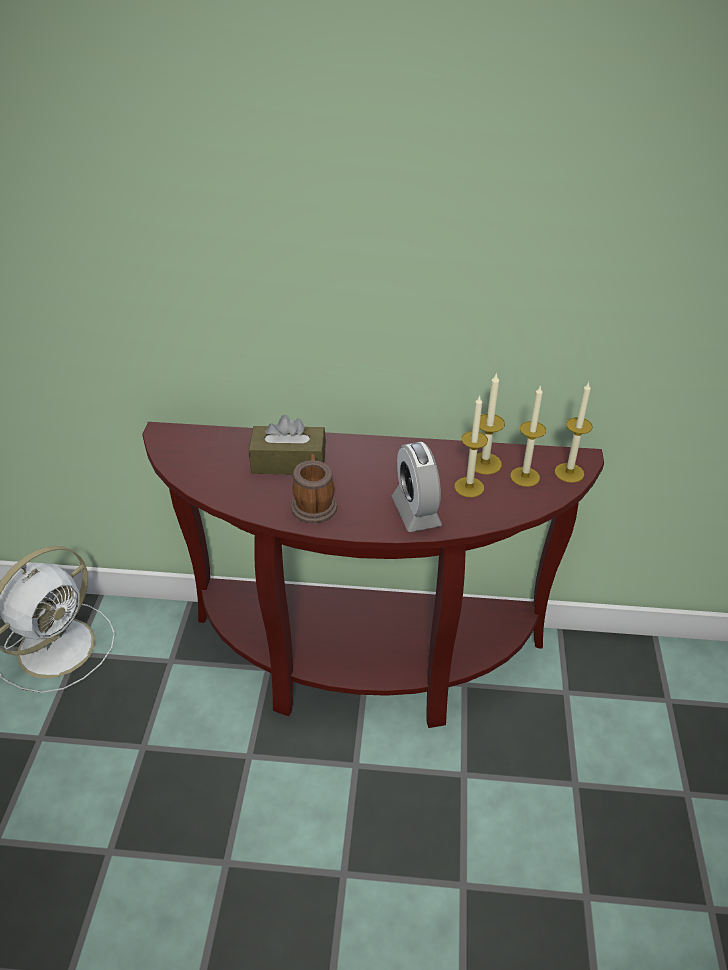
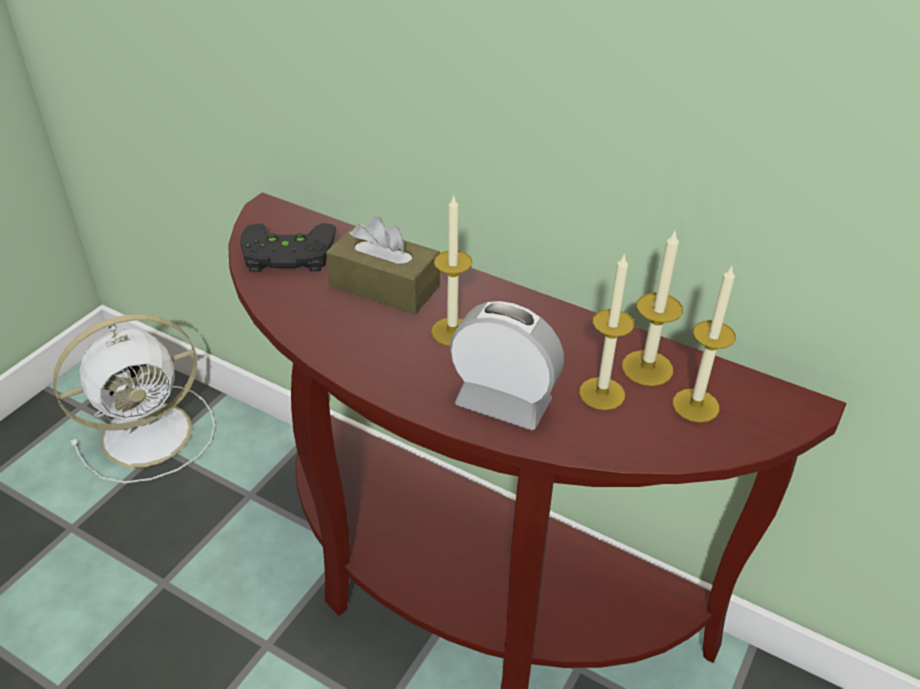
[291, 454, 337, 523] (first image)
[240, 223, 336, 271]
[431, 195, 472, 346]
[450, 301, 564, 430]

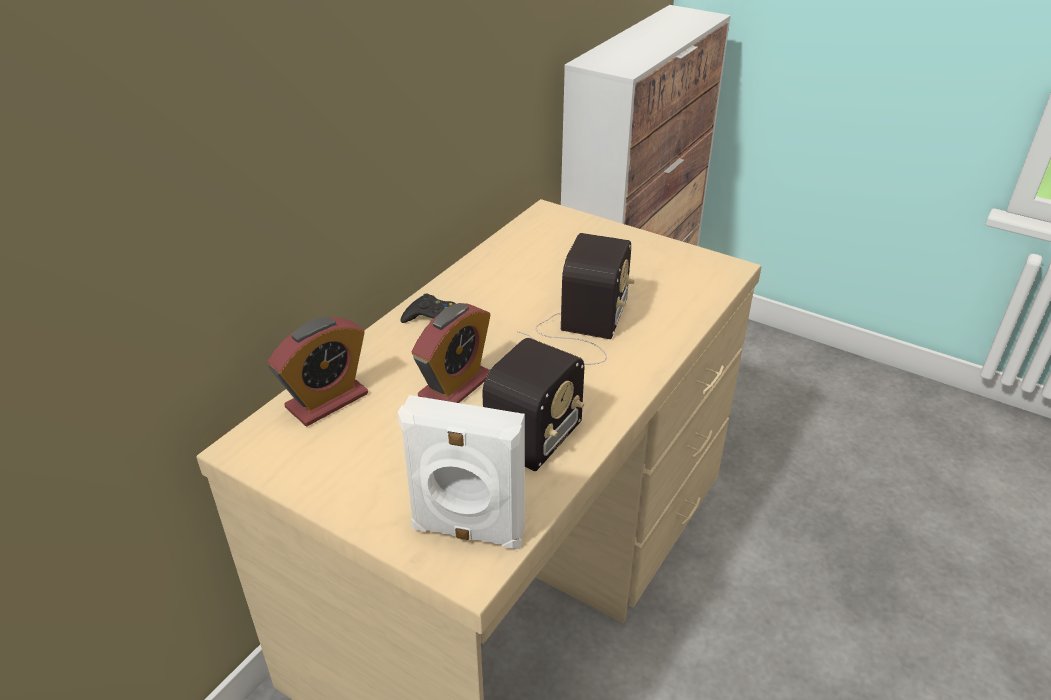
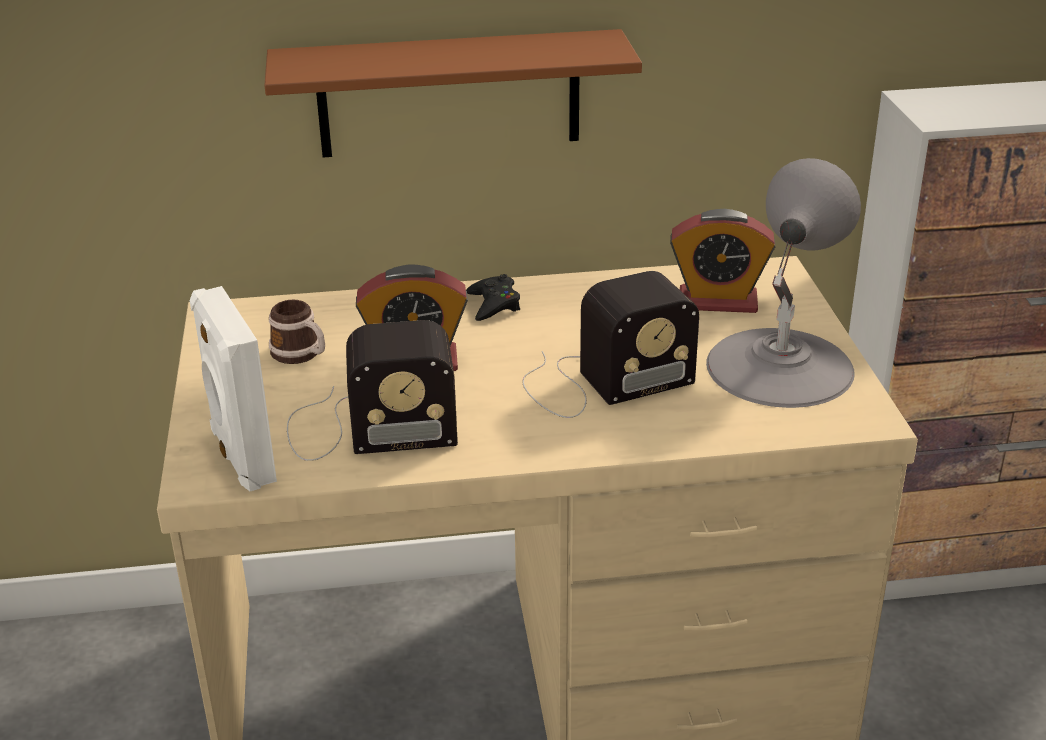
[264, 29, 642, 157]
[269, 300, 325, 364]
[706, 158, 861, 408]
[670, 209, 775, 313]

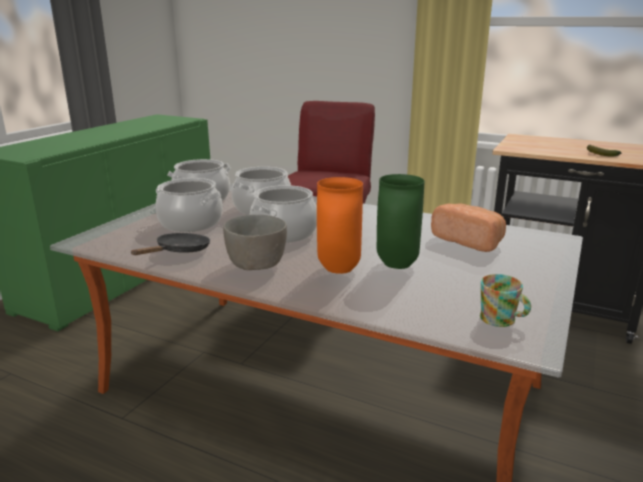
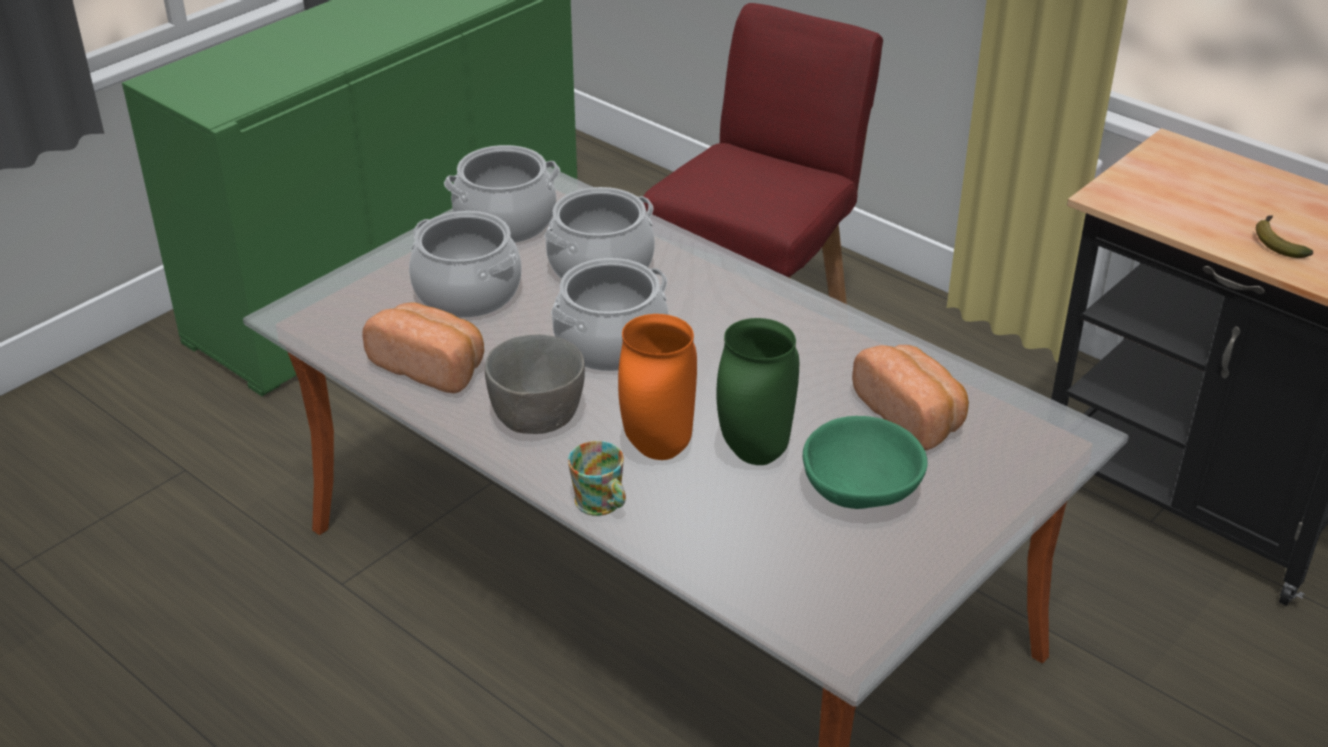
[803, 416, 928, 509]
[568, 441, 626, 516]
[362, 302, 484, 393]

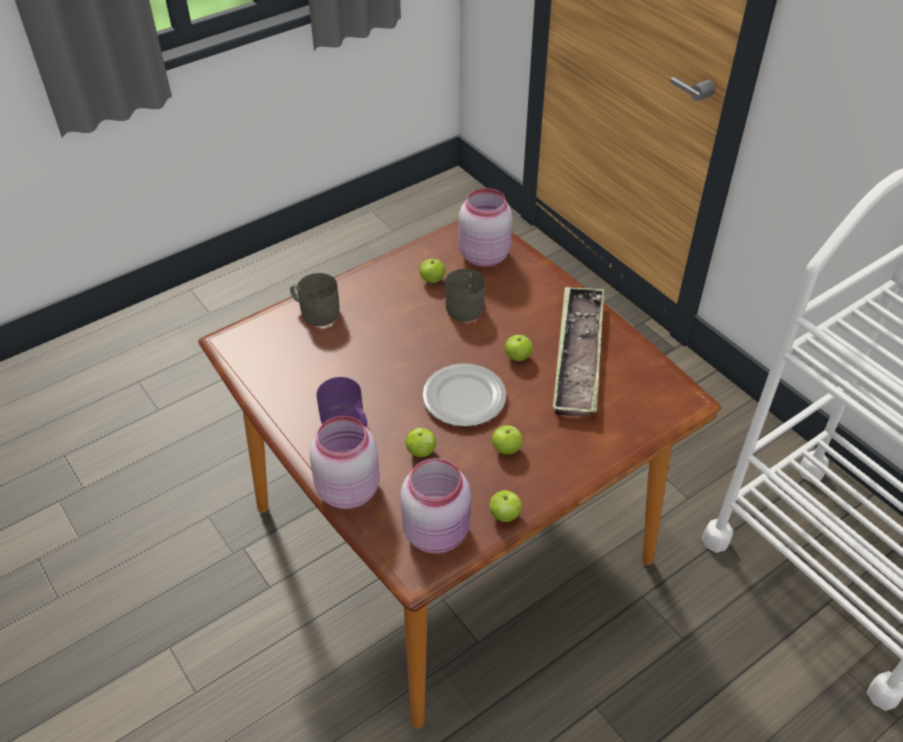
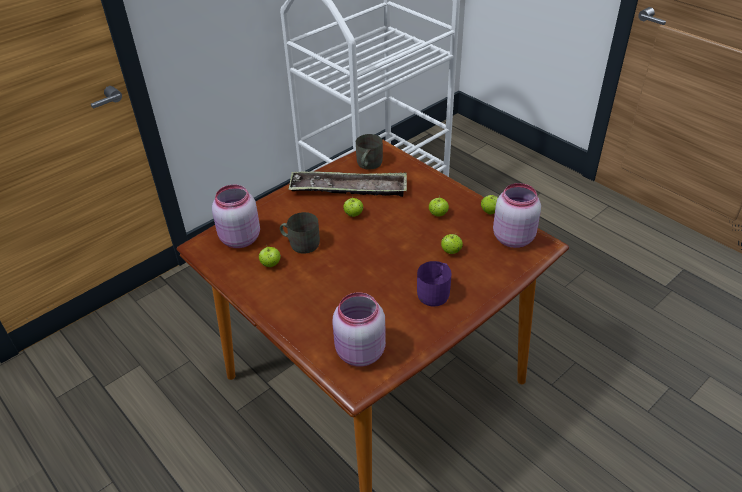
[422, 363, 506, 427] (first image)
[356, 134, 383, 170]
[332, 292, 386, 367]

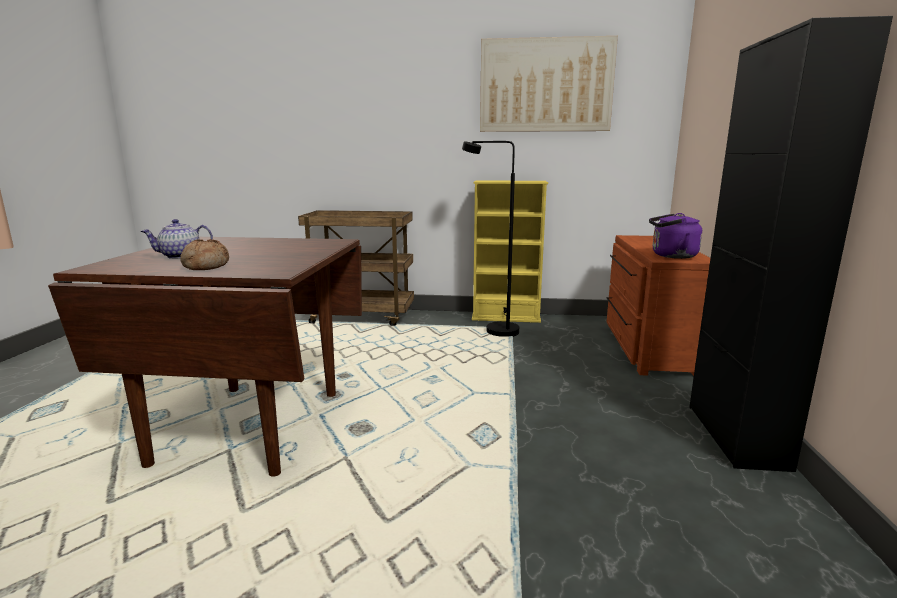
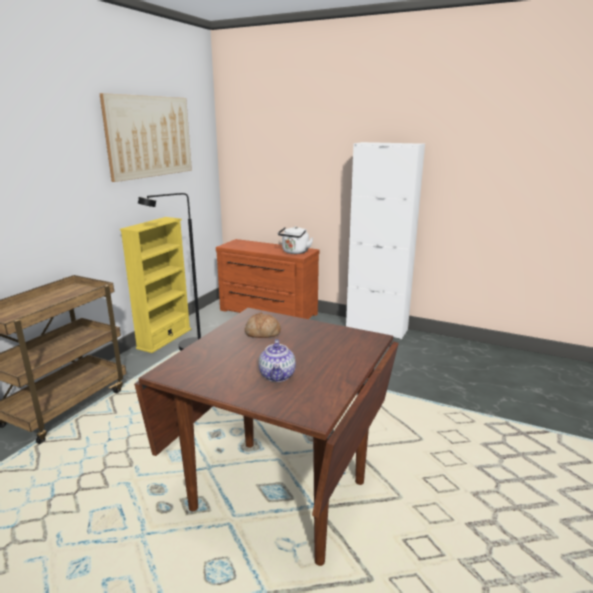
[245, 313, 281, 338]
[278, 226, 313, 254]
[346, 142, 425, 339]

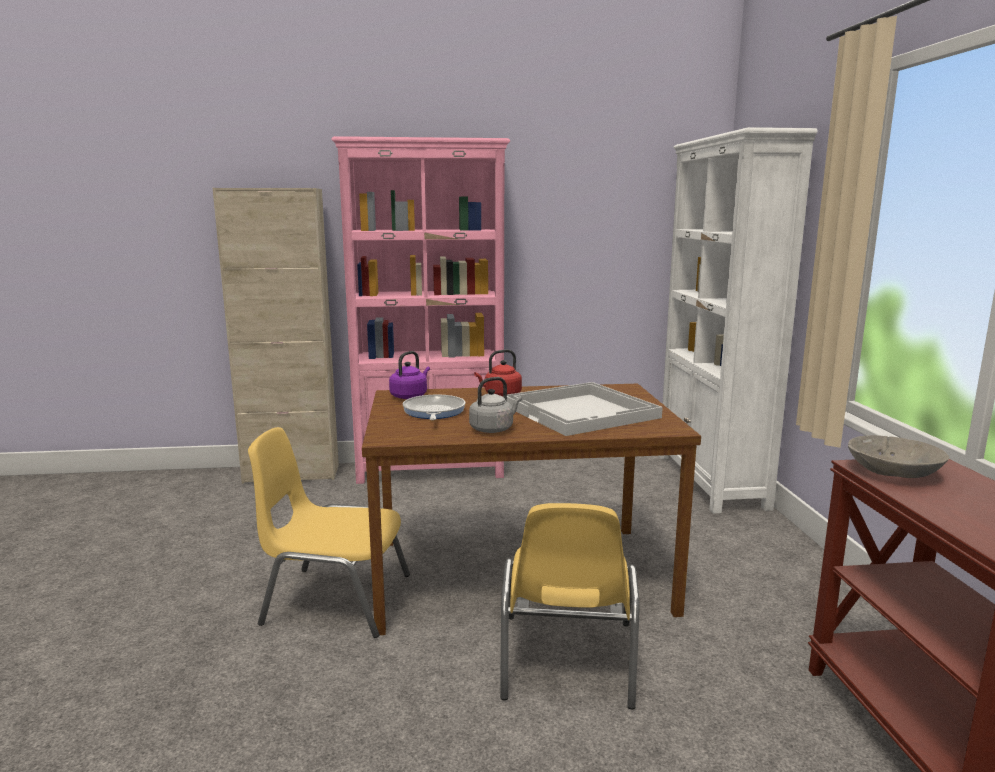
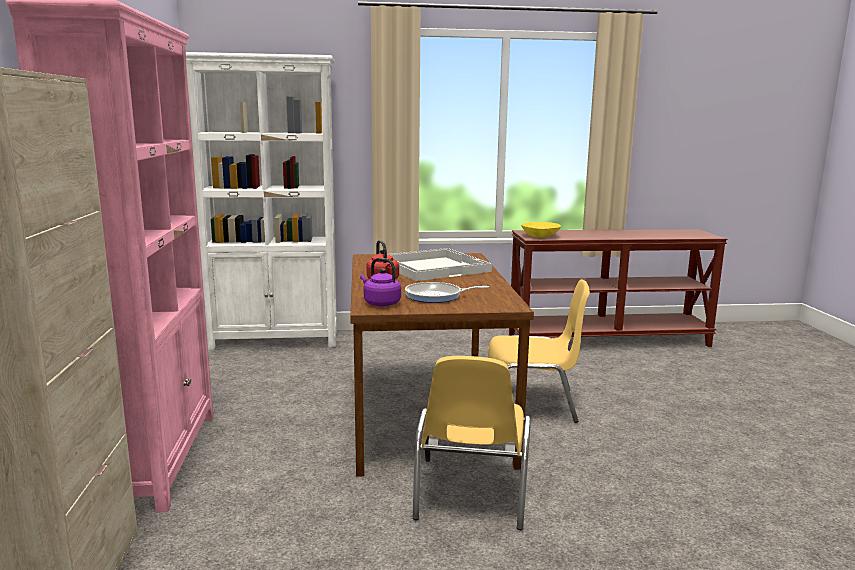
[469, 377, 522, 433] (first image)
[521, 222, 561, 238]

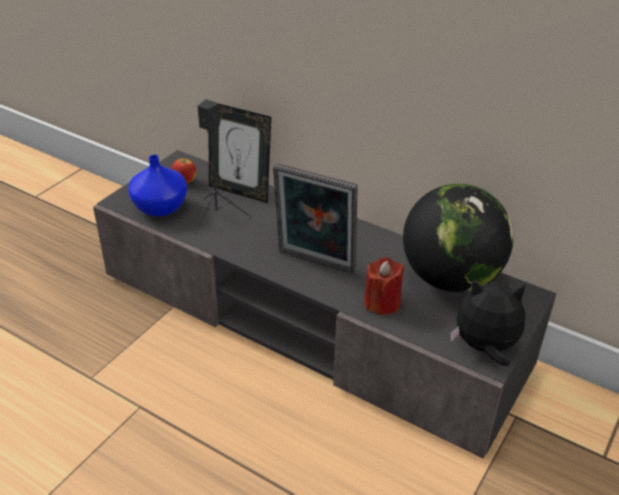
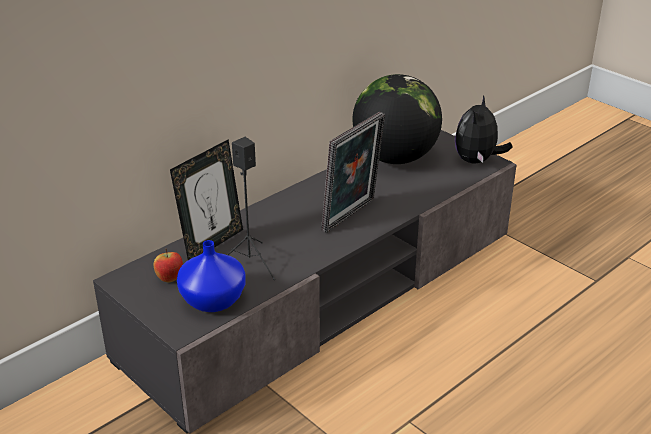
[364, 257, 405, 315] (first image)

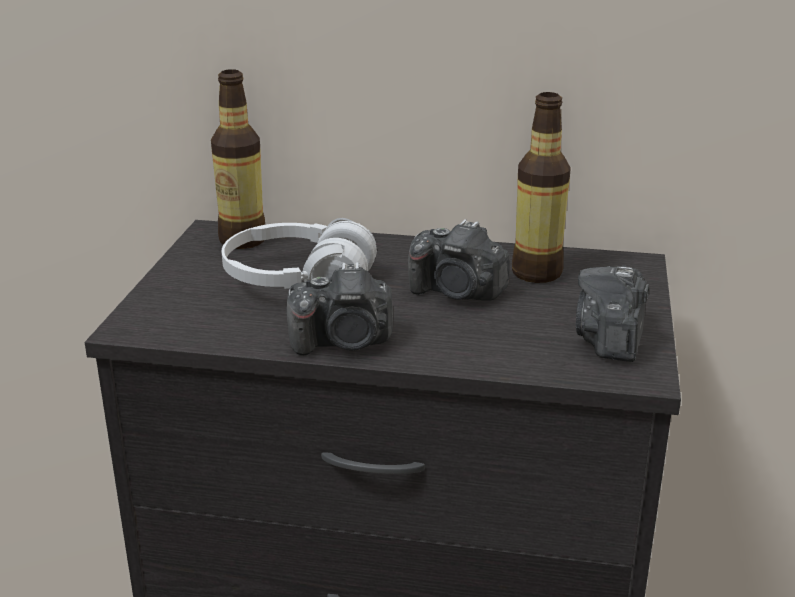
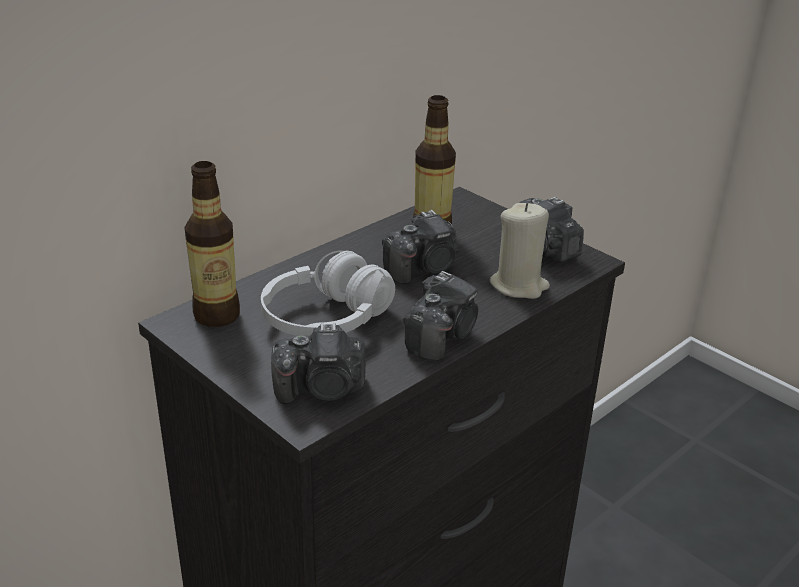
[271, 323, 366, 404]
[490, 203, 550, 299]

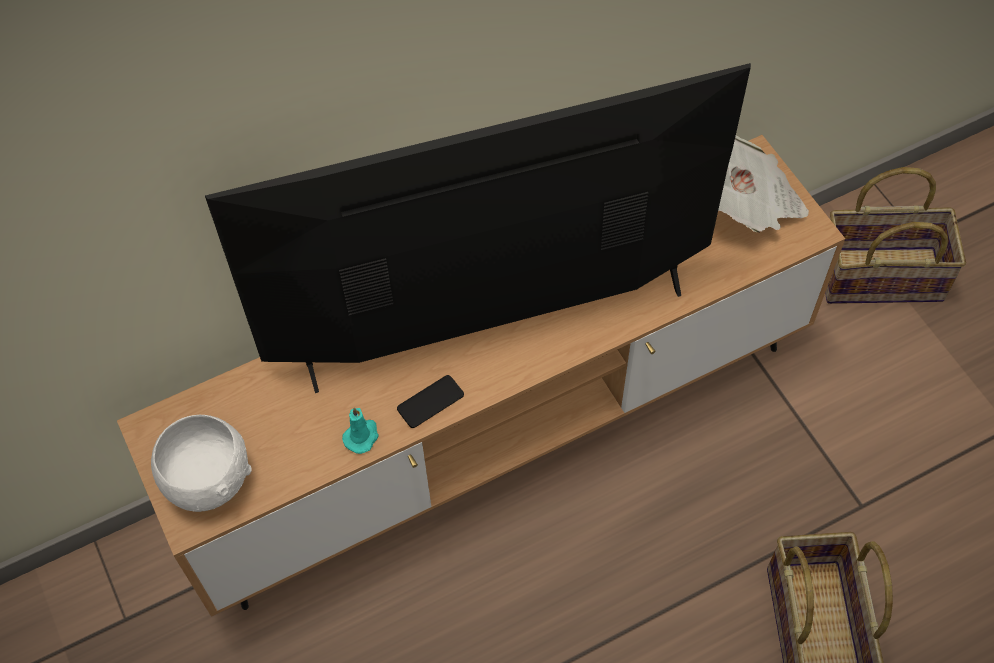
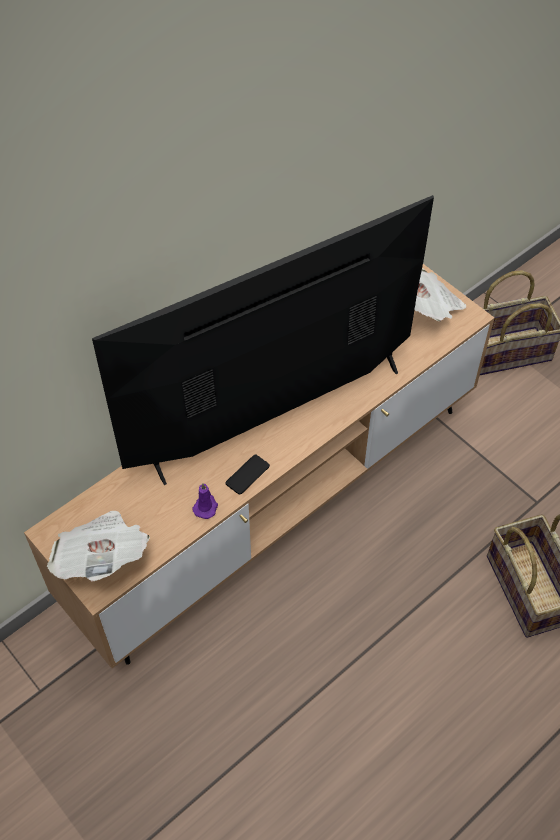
[47, 511, 150, 581]
[192, 483, 218, 519]

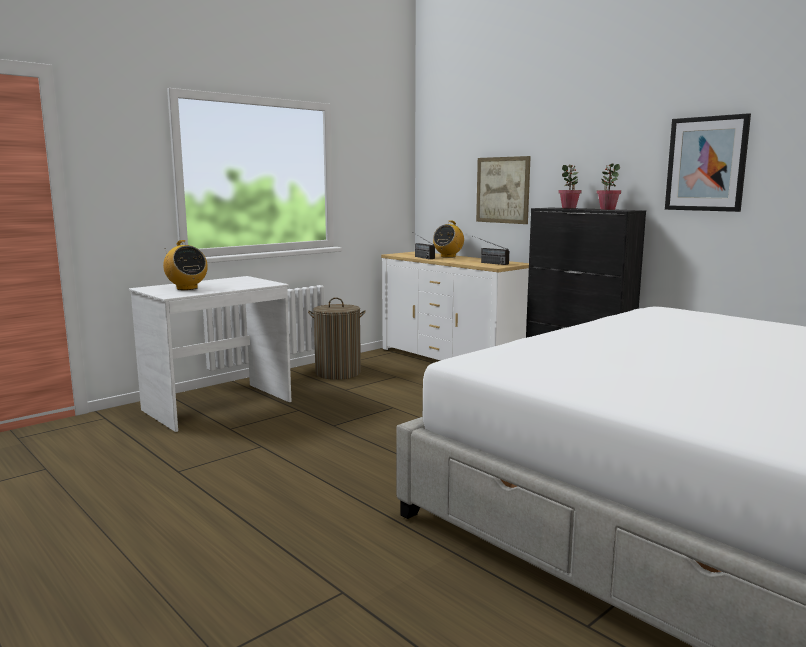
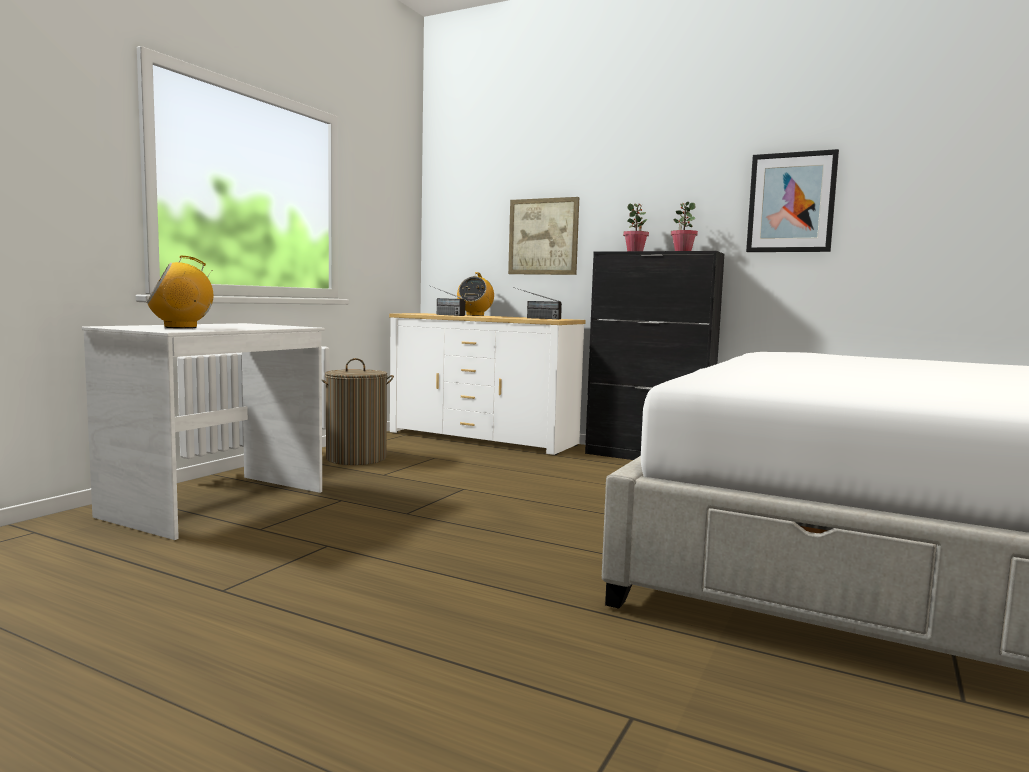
[146, 256, 213, 328]

